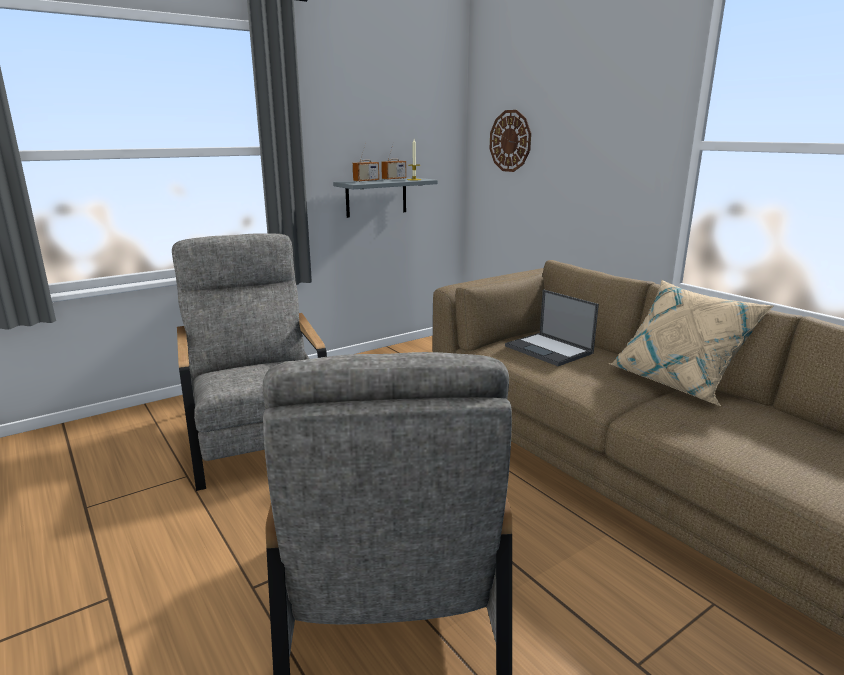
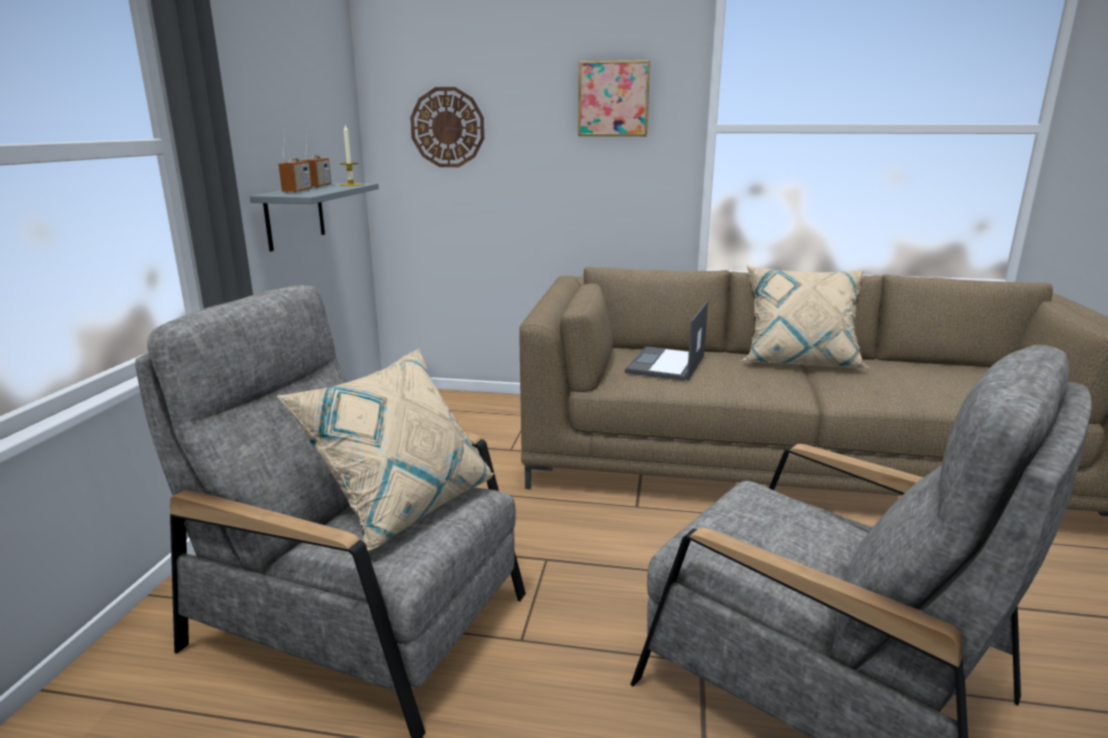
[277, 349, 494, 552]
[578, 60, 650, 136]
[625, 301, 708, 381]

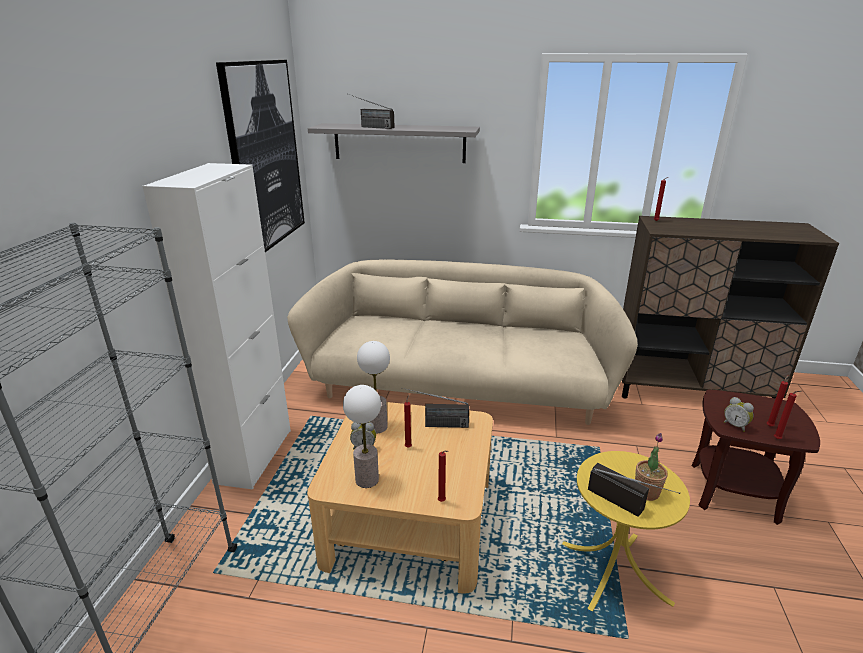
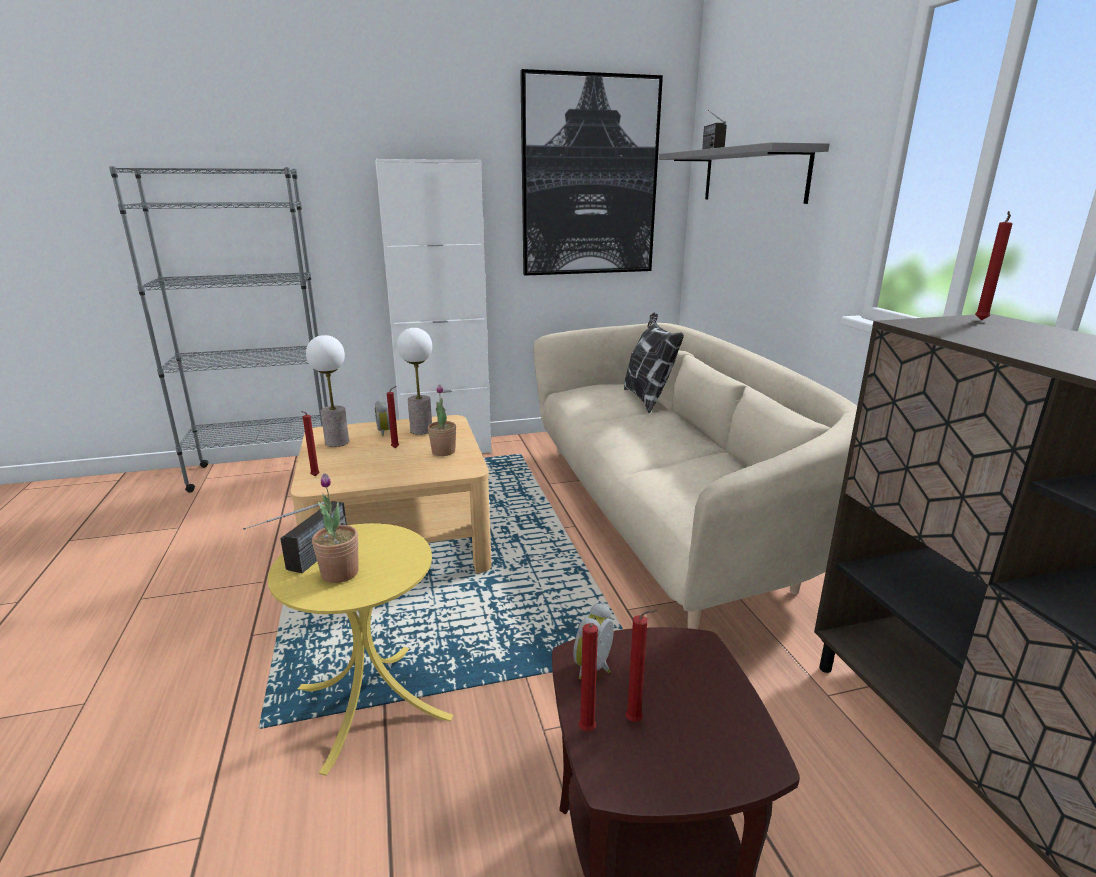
[624, 312, 684, 414]
[428, 385, 456, 456]

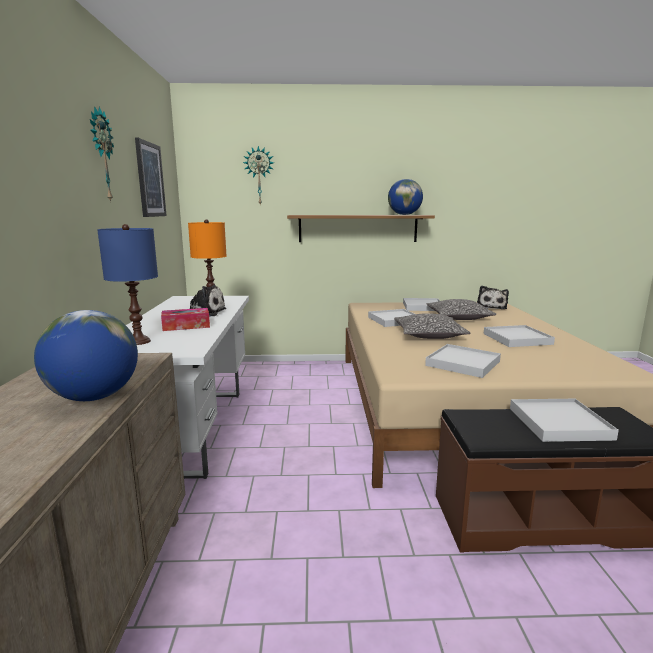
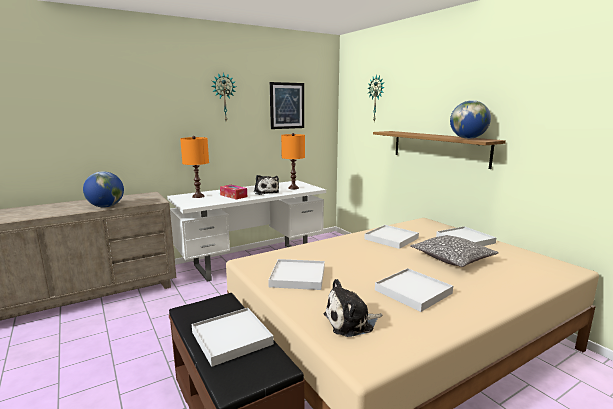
[394, 313, 471, 339] (first image)
[324, 279, 382, 337]
[180, 136, 209, 198]

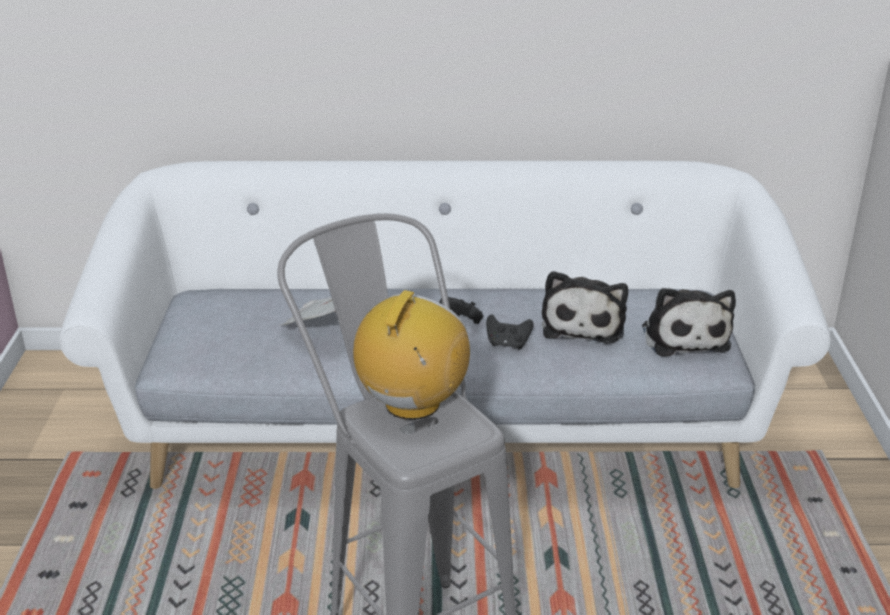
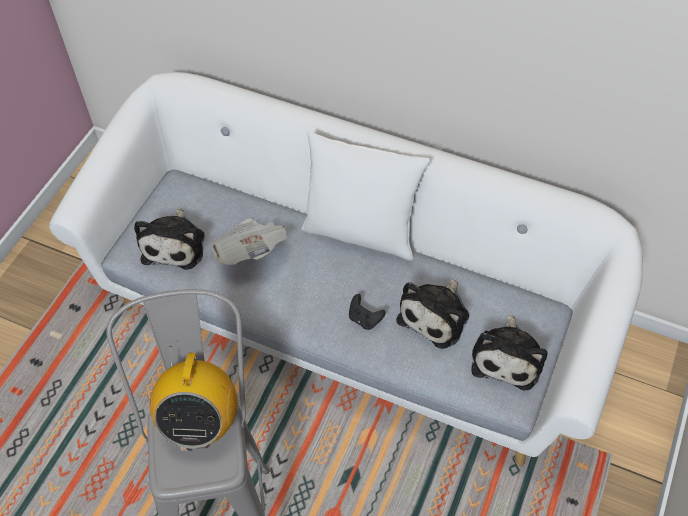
[439, 297, 483, 324] (first image)
[134, 208, 205, 270]
[301, 131, 430, 261]
[150, 346, 238, 448]

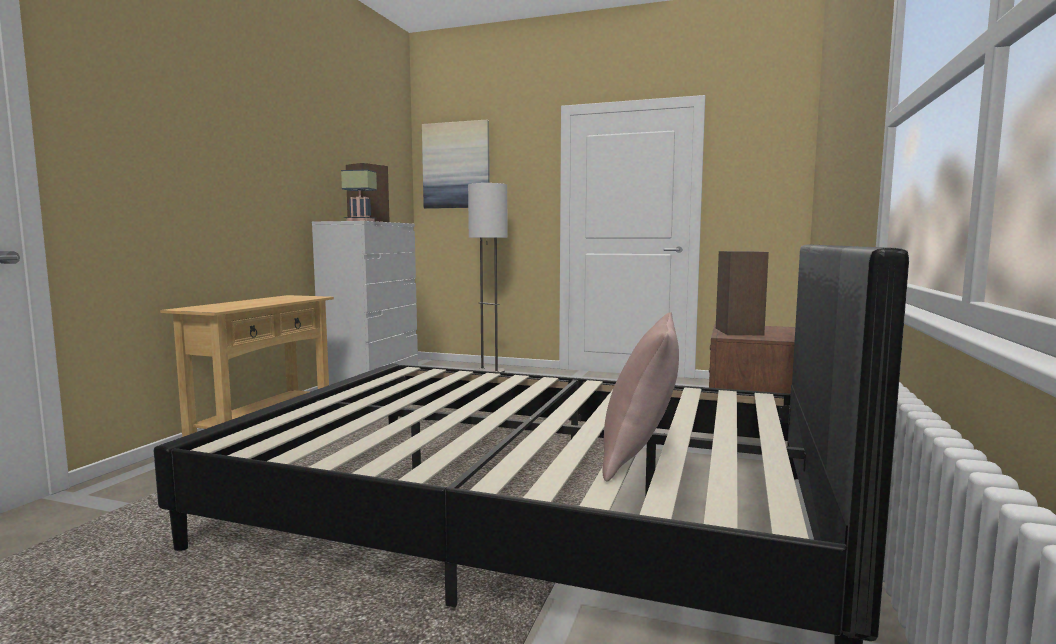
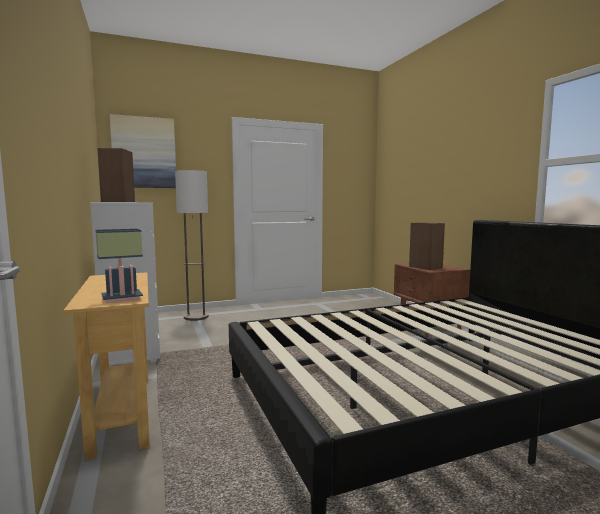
[602, 312, 679, 481] (first image)
[95, 229, 143, 303]

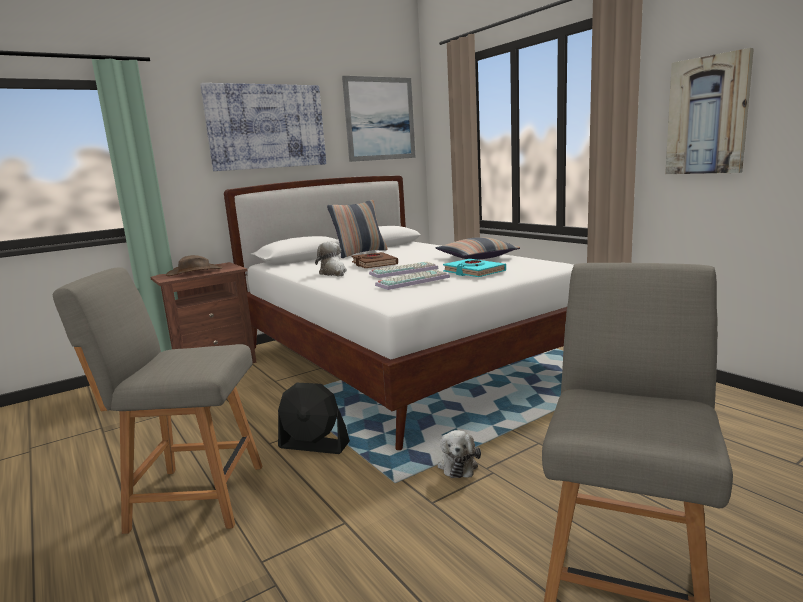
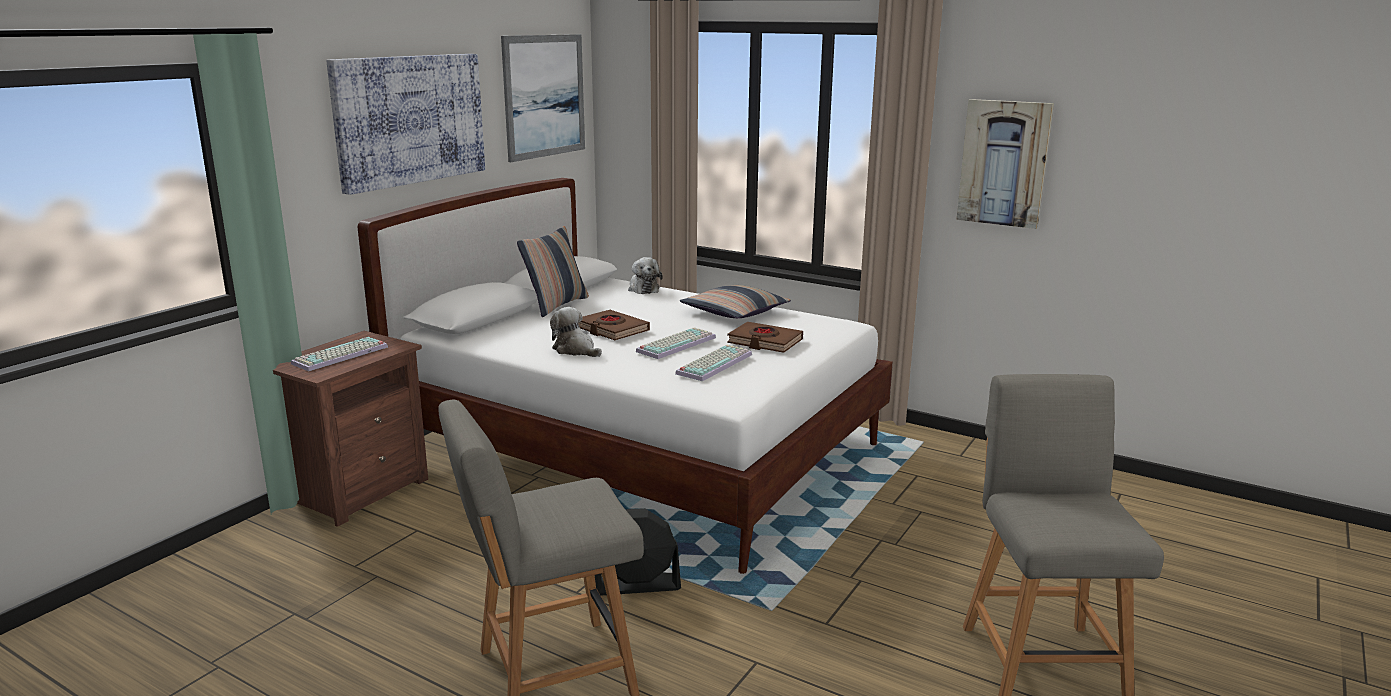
[628, 257, 663, 294]
[291, 337, 388, 371]
[727, 322, 803, 353]

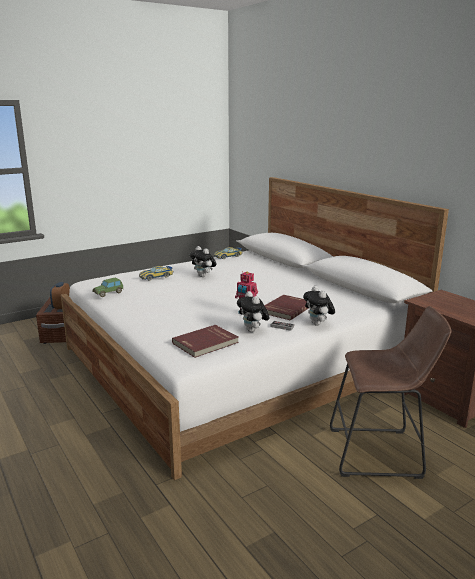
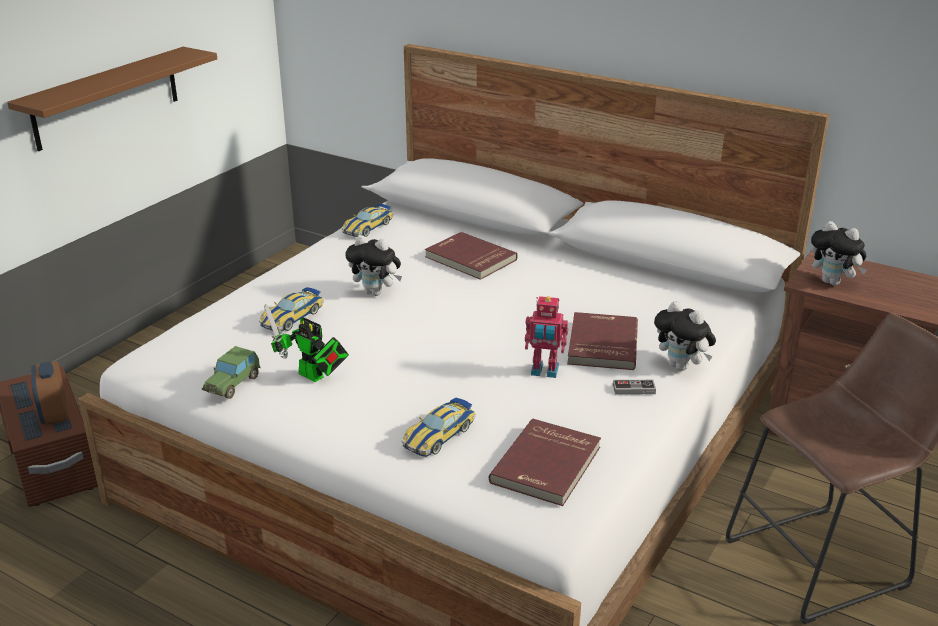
[7, 47, 217, 151]
[265, 304, 349, 382]
[402, 398, 475, 457]
[425, 232, 518, 280]
[811, 221, 867, 286]

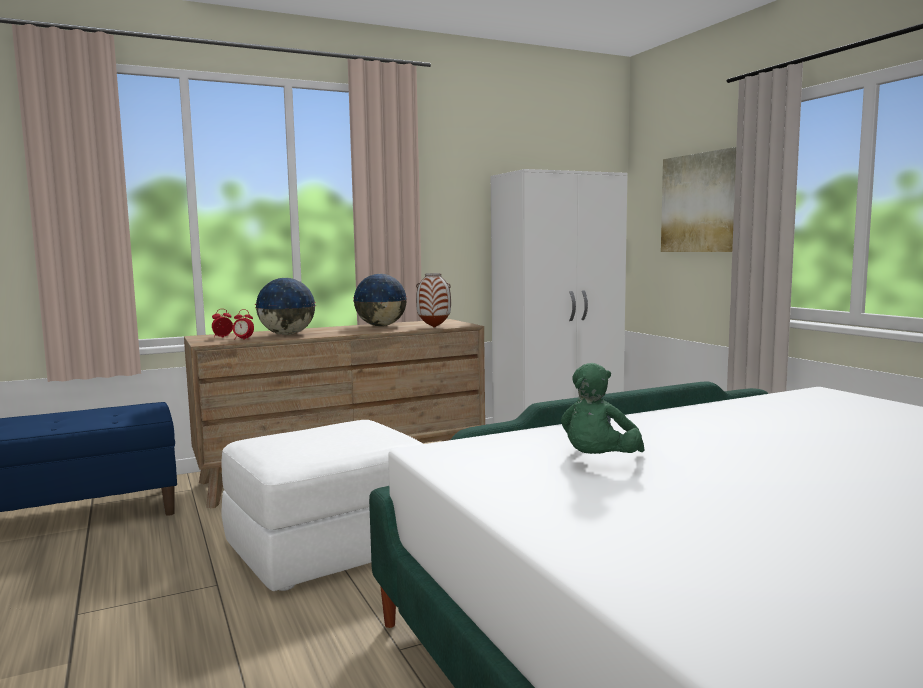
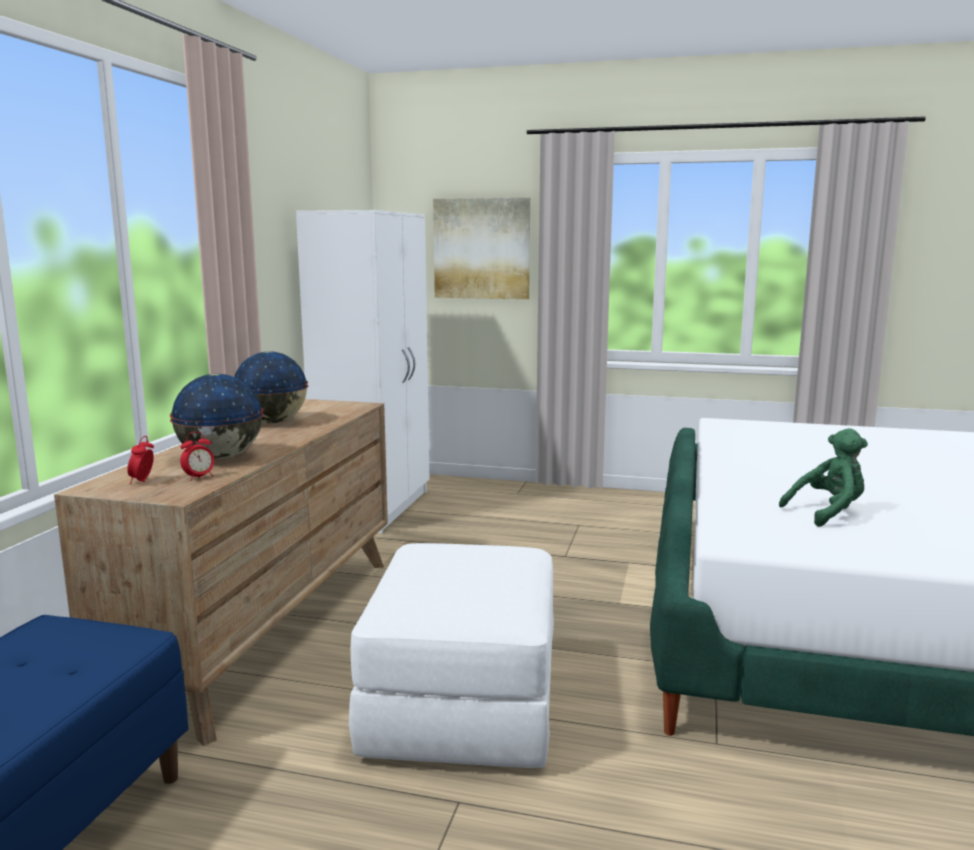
[416, 273, 451, 328] (first image)
[779, 428, 868, 527]

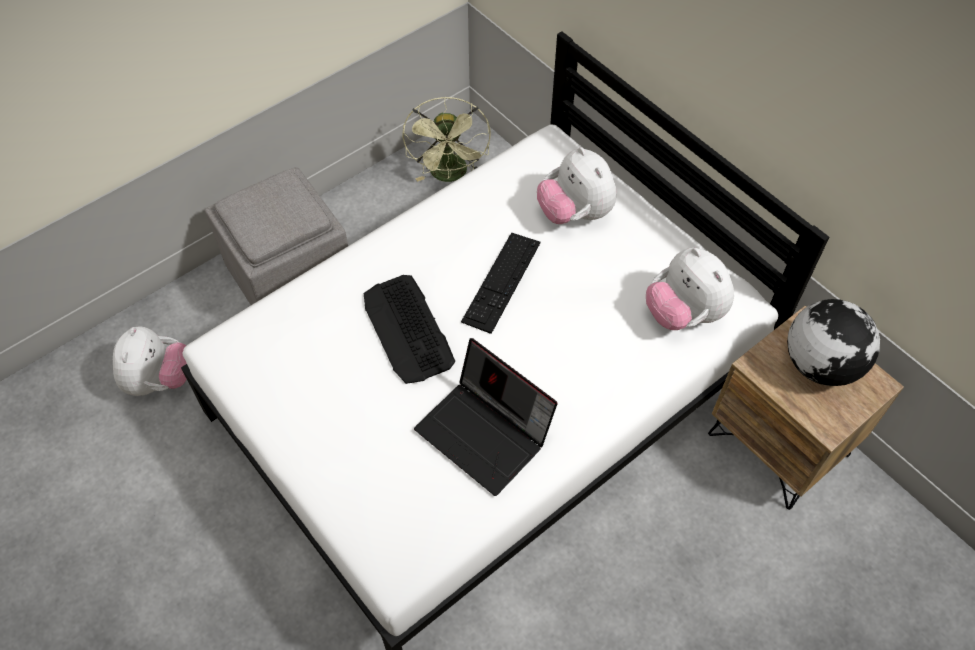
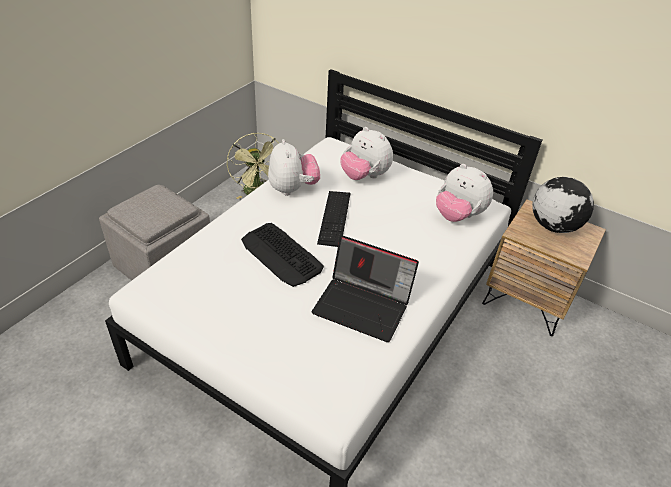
[268, 139, 320, 196]

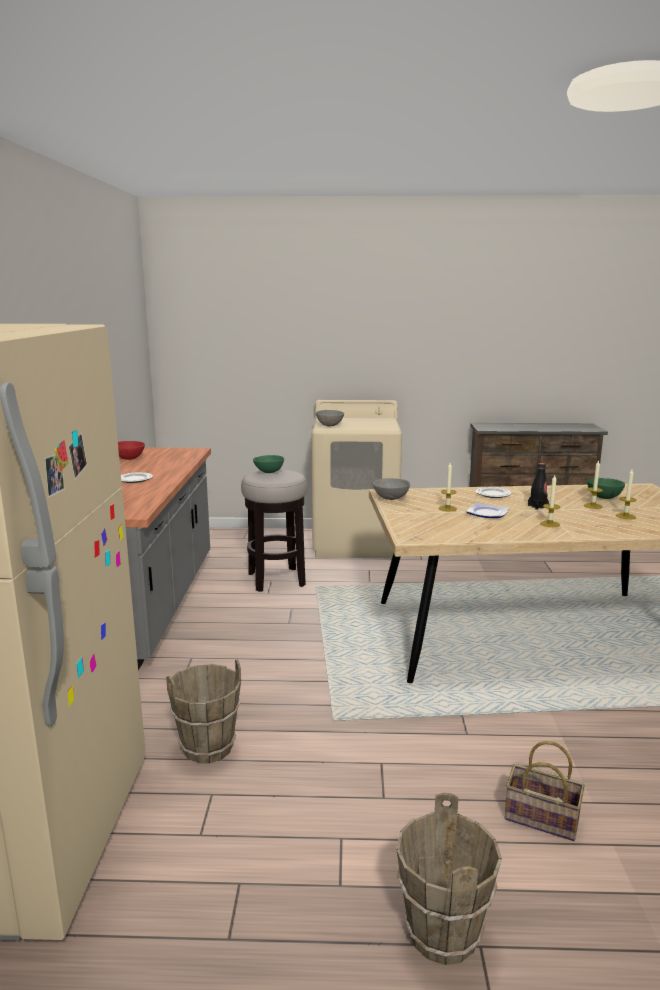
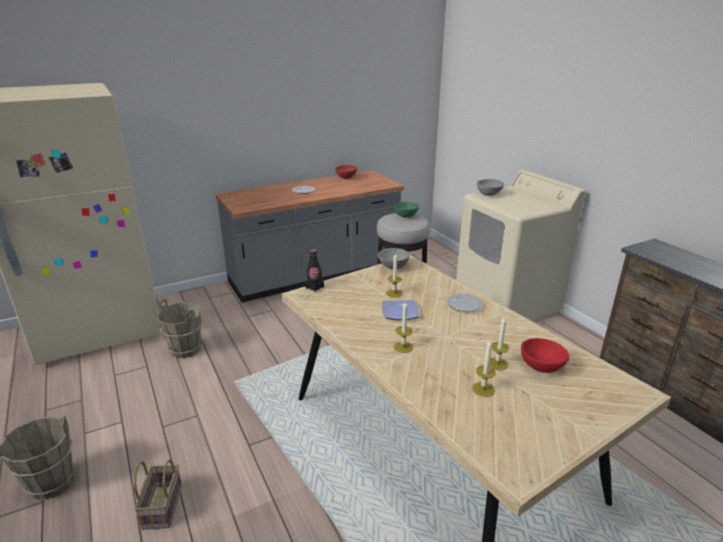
[305, 249, 324, 292]
[521, 338, 569, 373]

